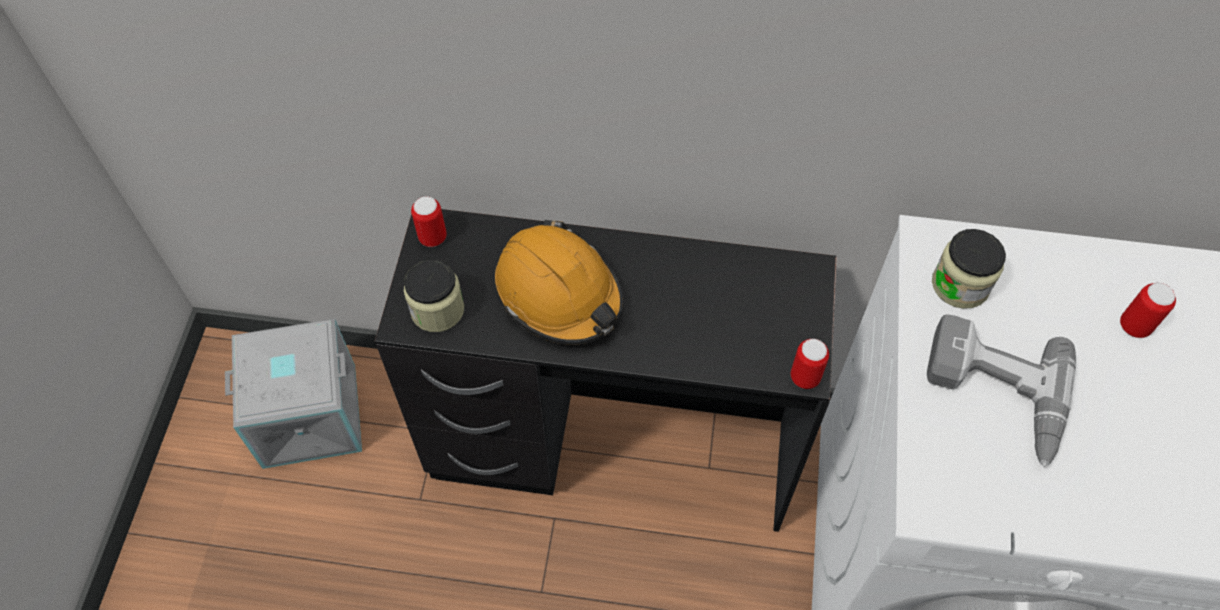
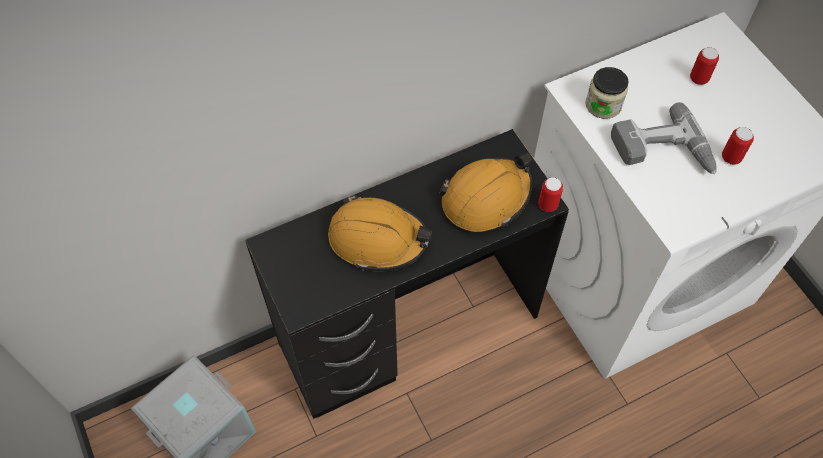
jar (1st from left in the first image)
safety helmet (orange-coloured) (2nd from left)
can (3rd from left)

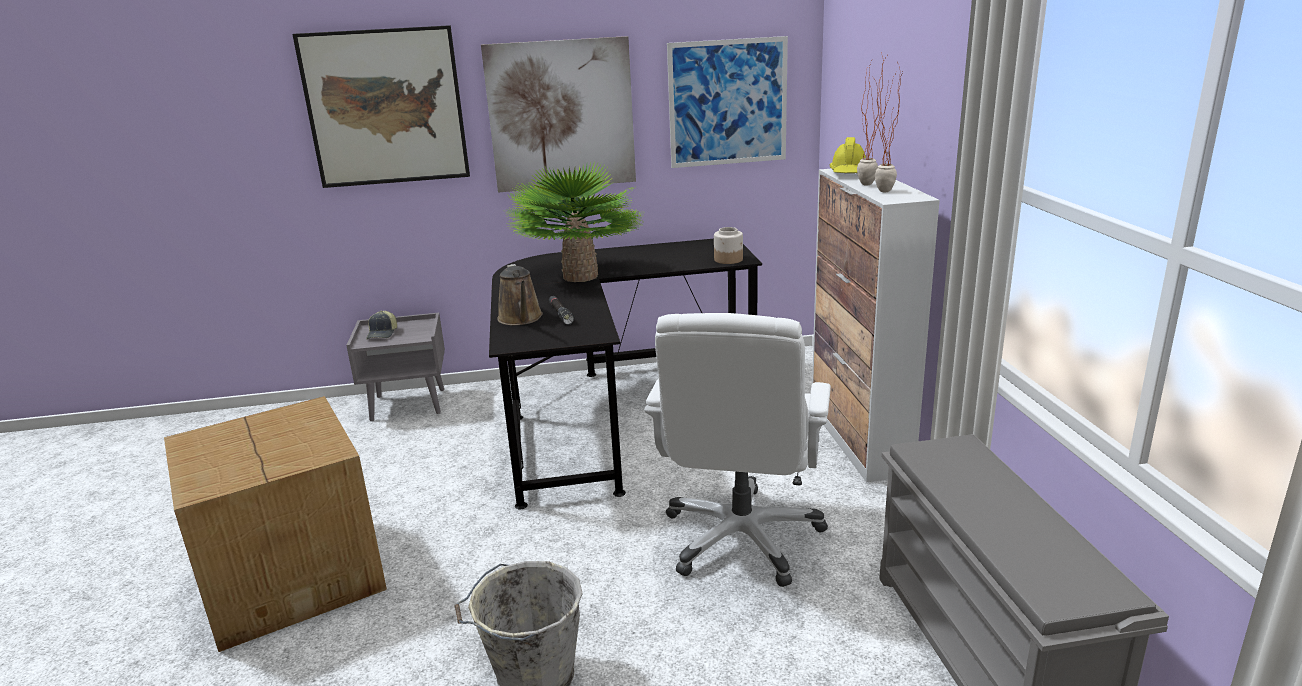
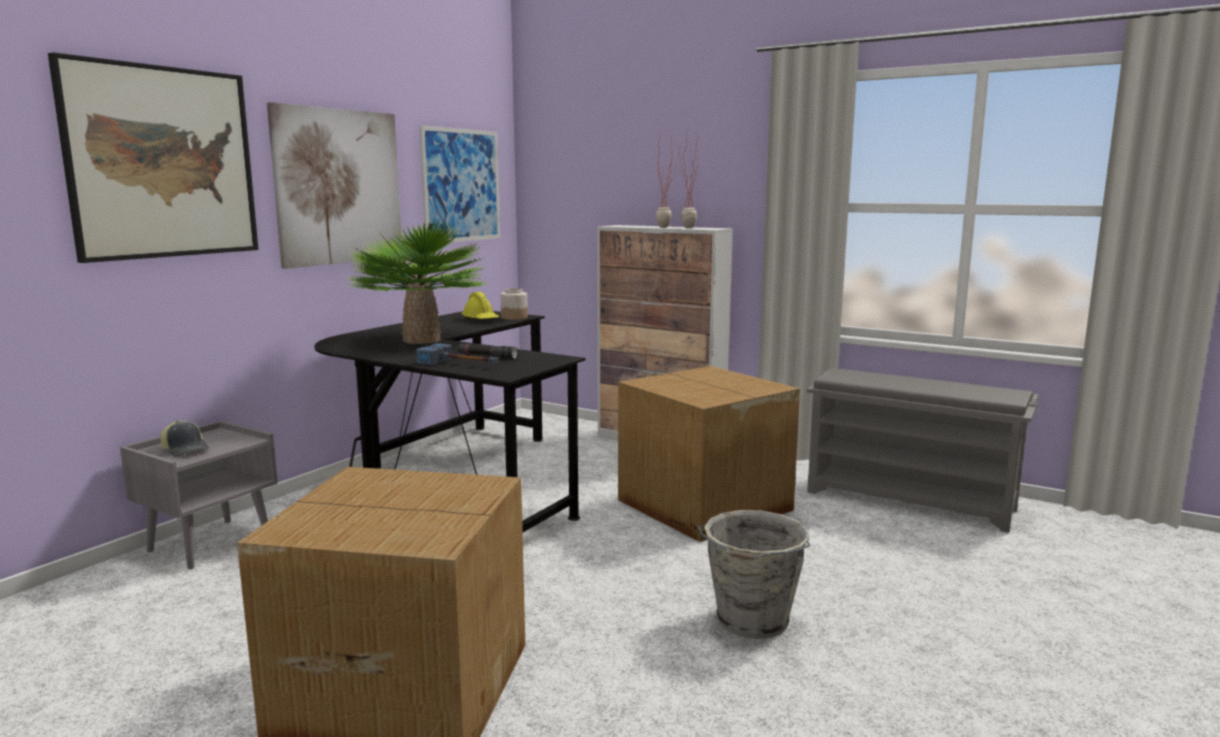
safety helmet (yellowish)
hand hammer
cardboard box (2nd from left)

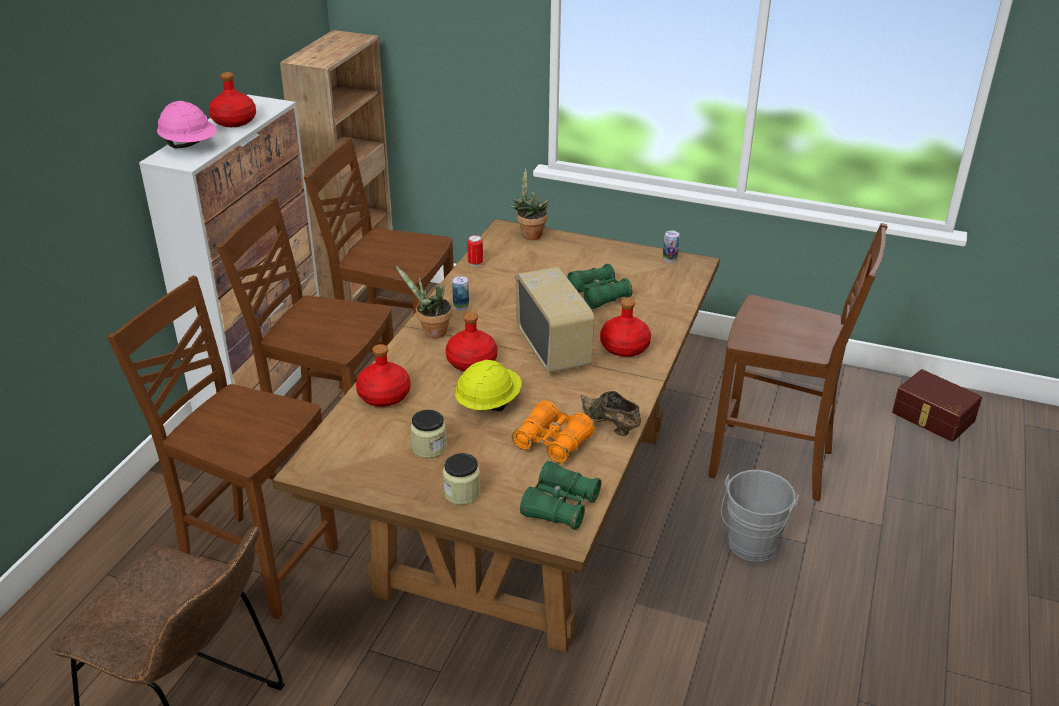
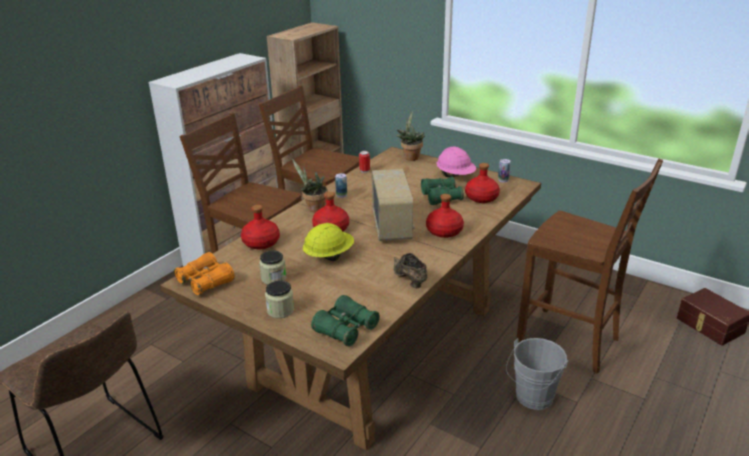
plain chair (brown) (2nd from left in the first image)
safety helmet (pink)
beverage bottle (red-coloured) (4th from left)
pair of binoculars (orange-coloured)

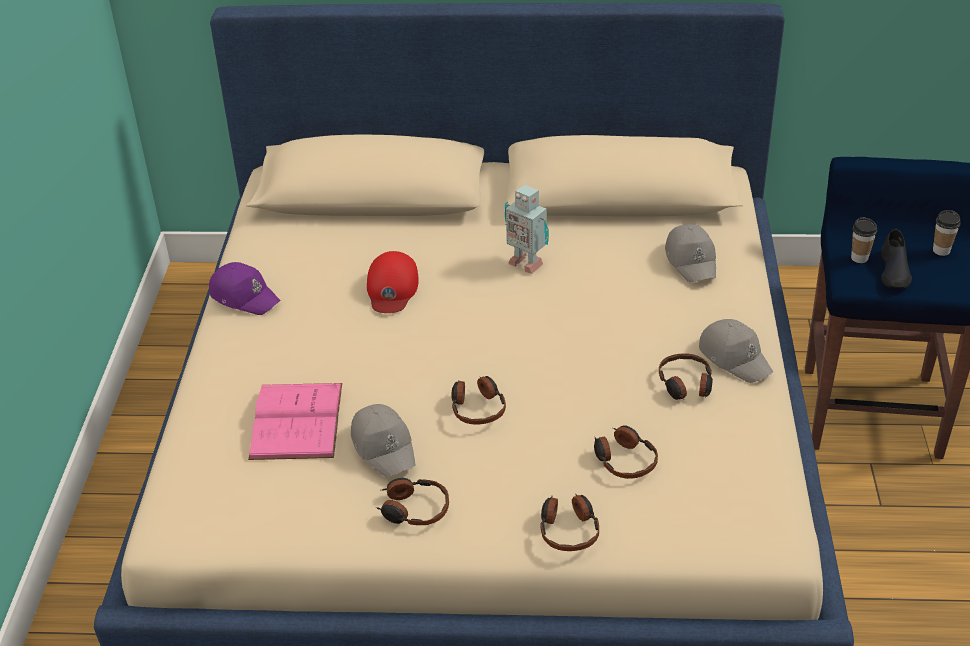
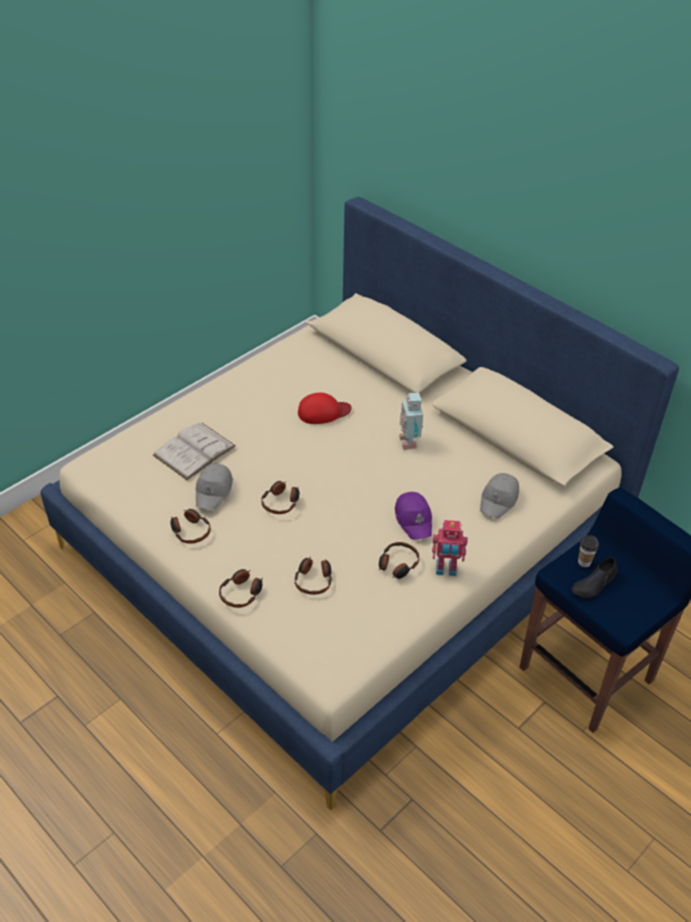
drinking cup (2nd from left in the first image)
cap (purple)
model robot (2nd from left)
bound book (white)
cap (red-coloured)

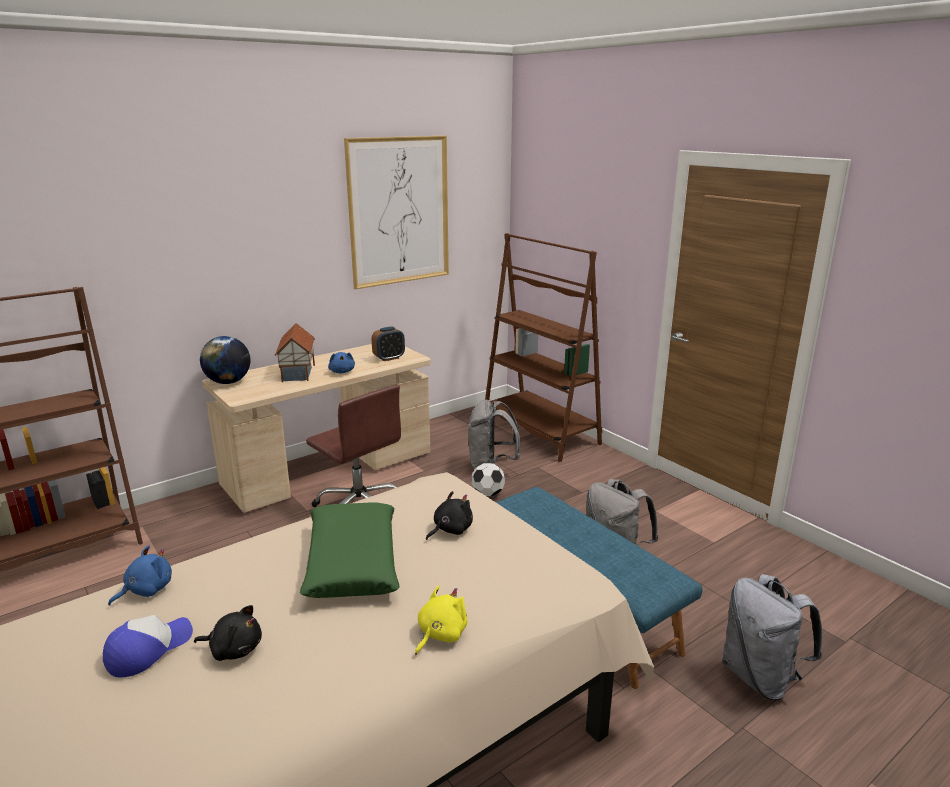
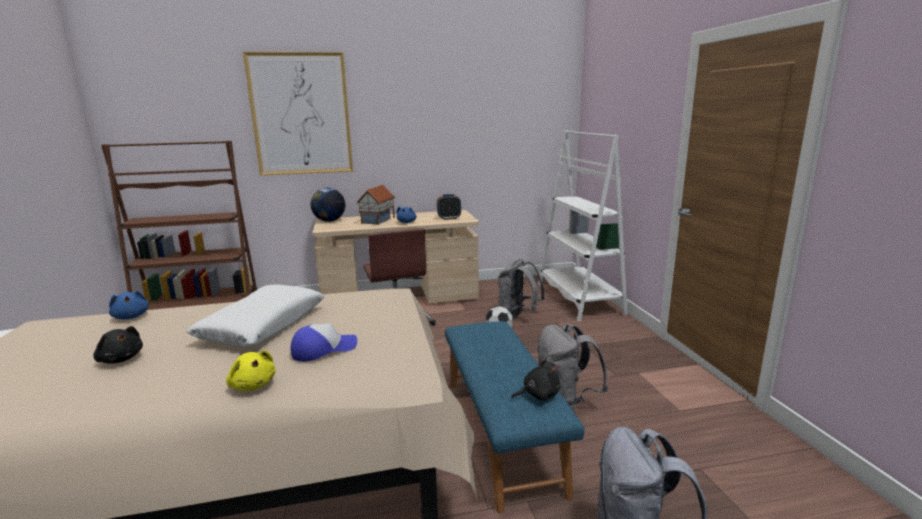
cap
picture
soft toy (blackish) (2nd from left)
cushion (white)
shelving unit (white)
soft toy (blue) (1st from left)
soft toy (yellowish)

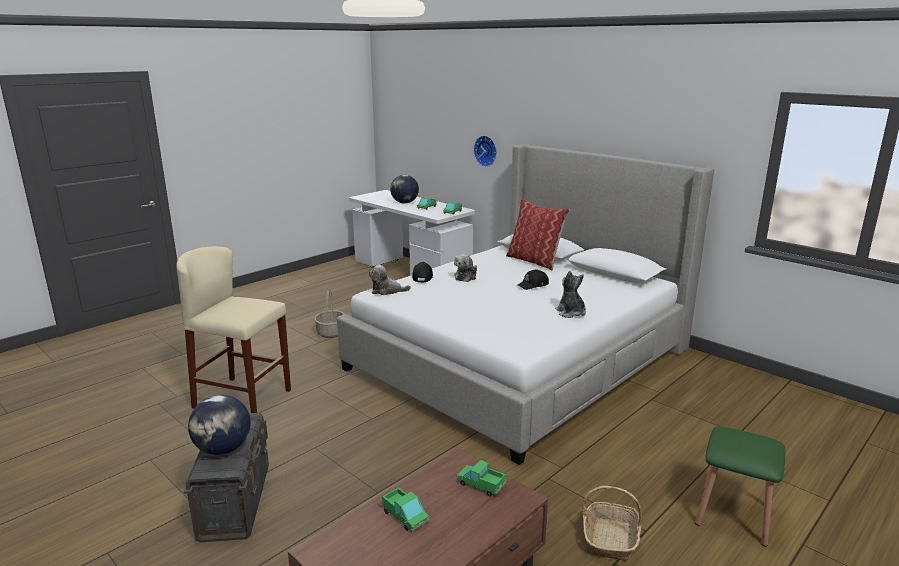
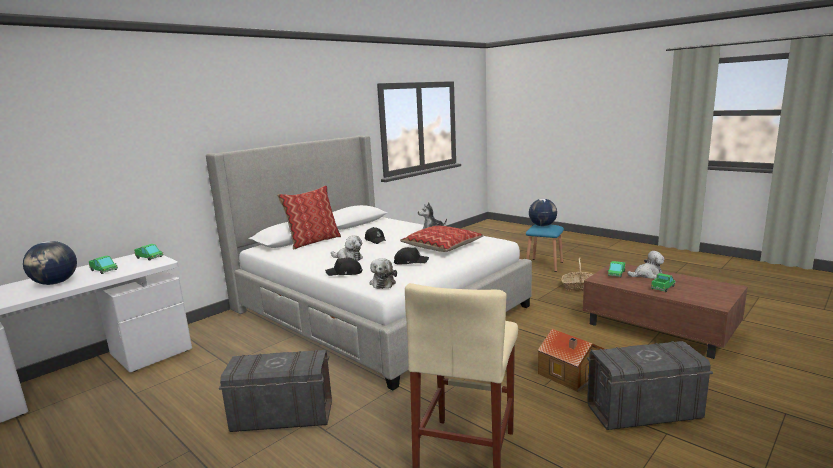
clock on the wall
cap (blackish) (3rd from left)
cushion (2nd from left)
model house
soft toy (4th from left)
world globe (2nd from left)
storage container (gray) (1st from left)
sitting stool (blue)

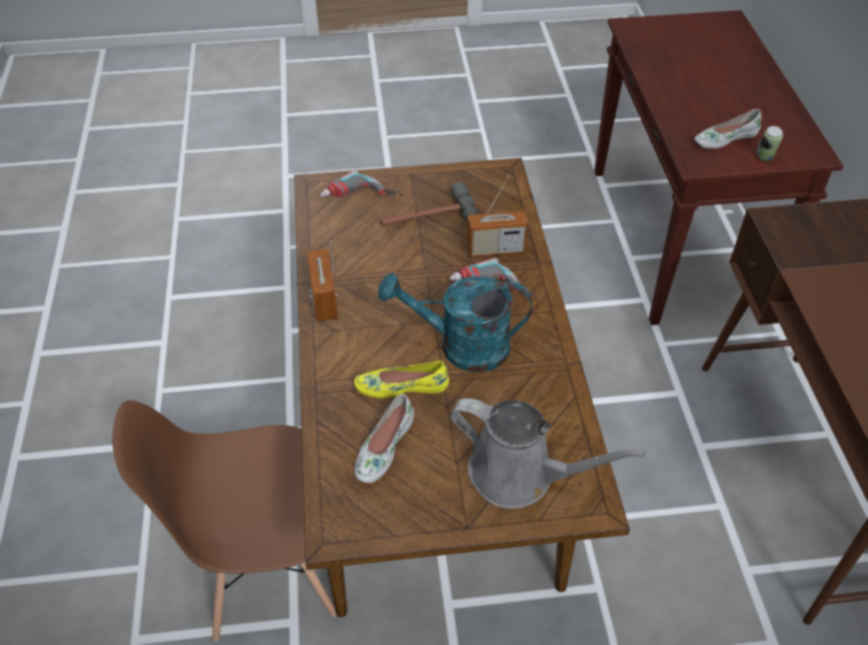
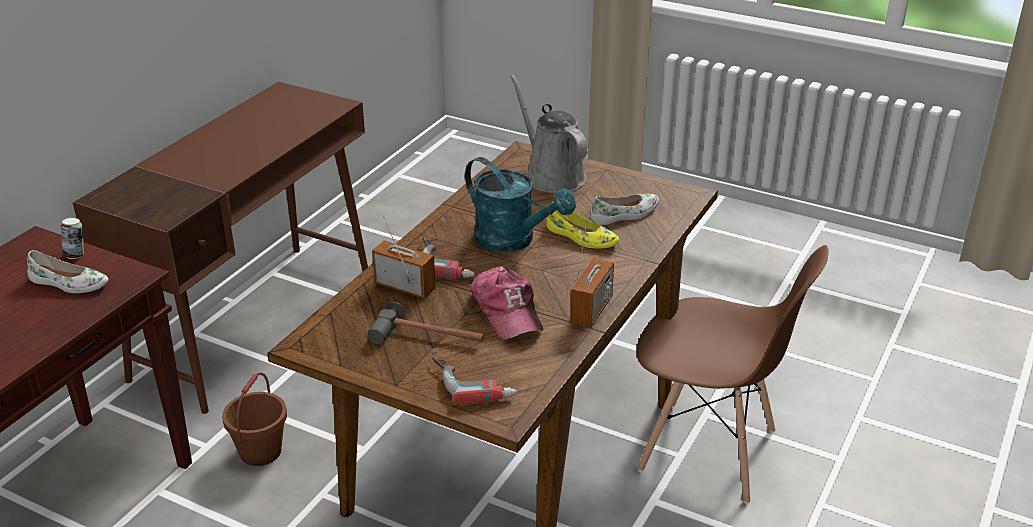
bucket (brown)
cap

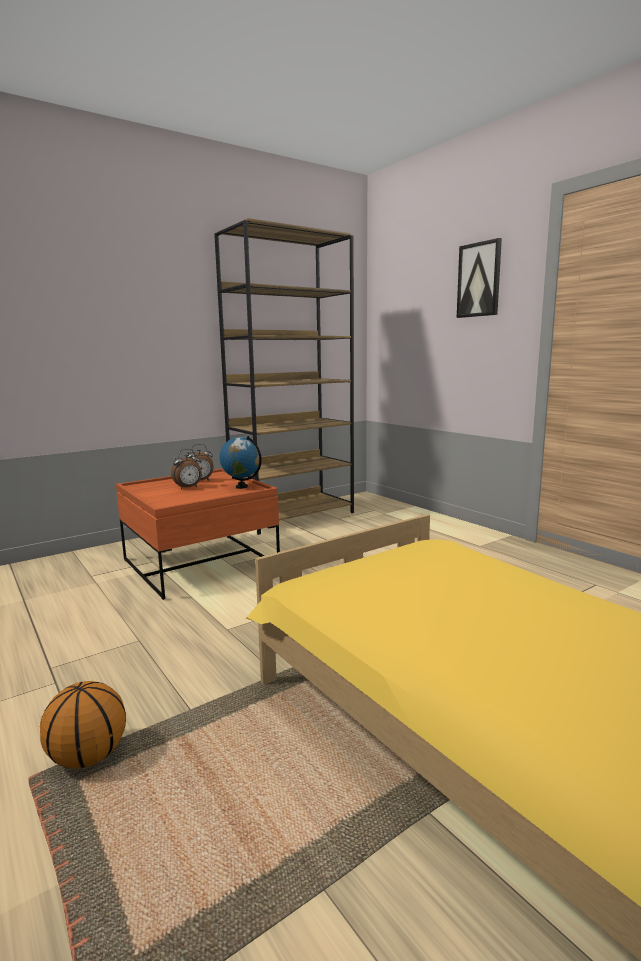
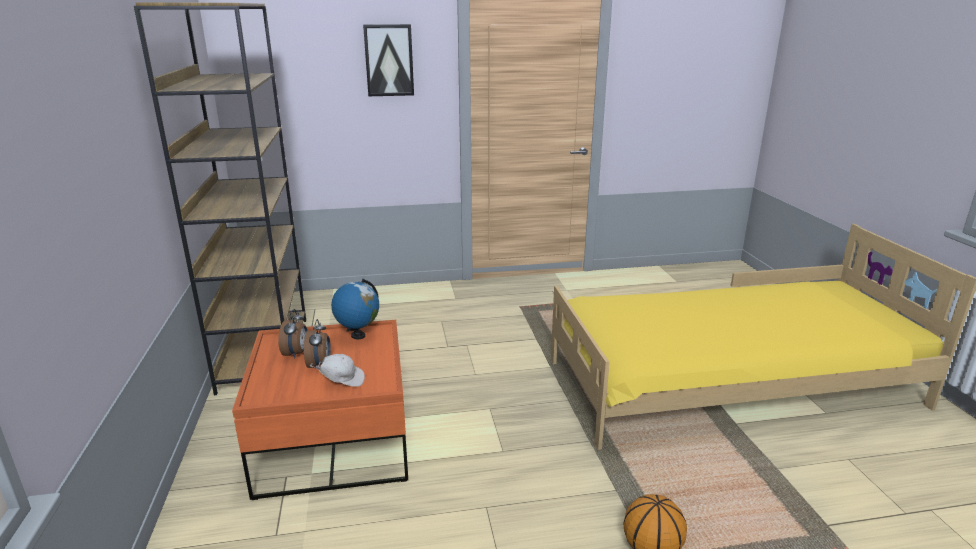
cap (white)

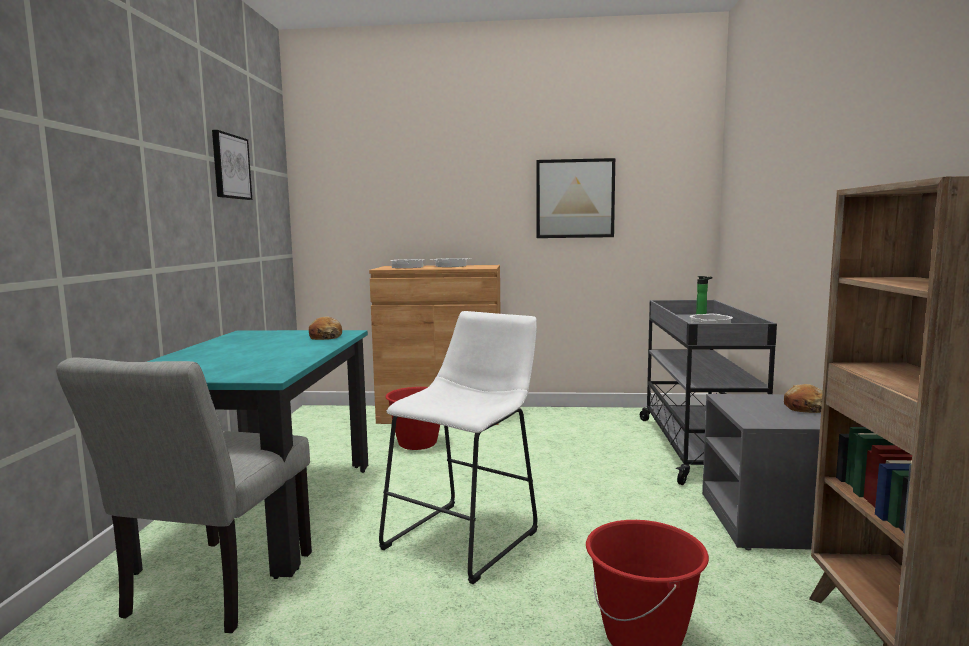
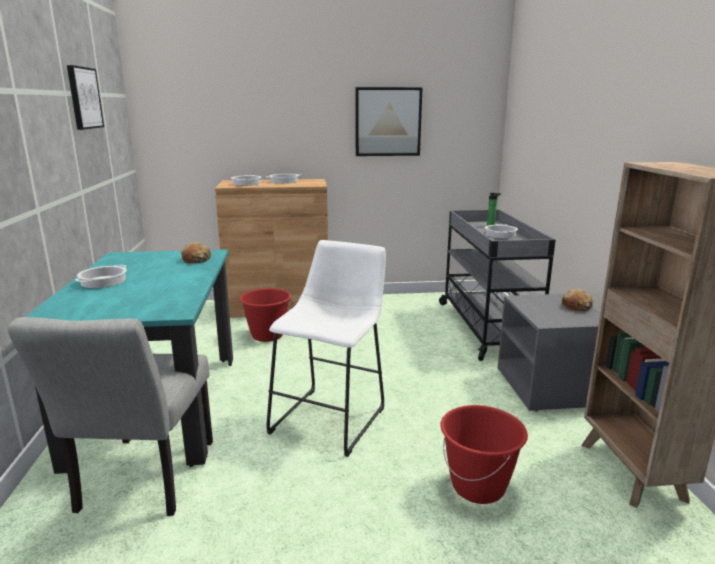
stockpot (1st from left)

